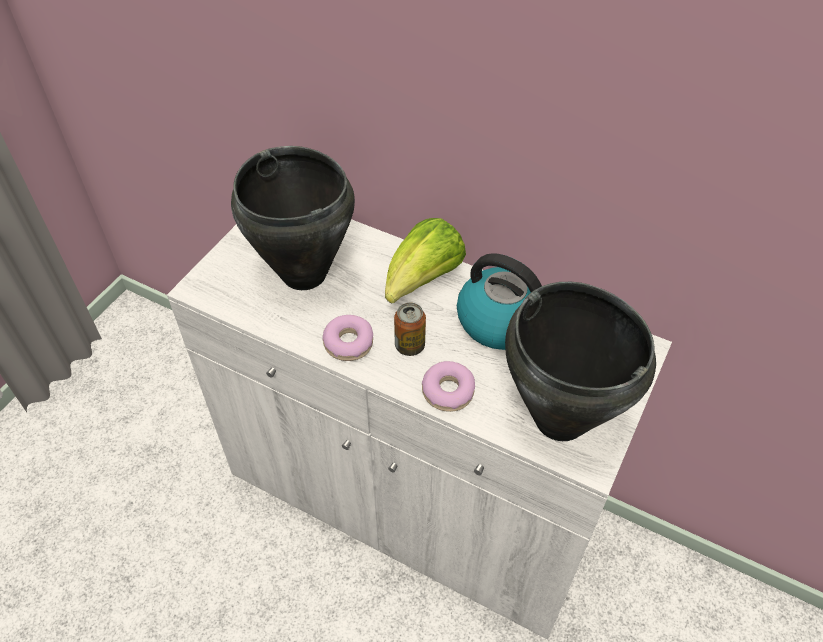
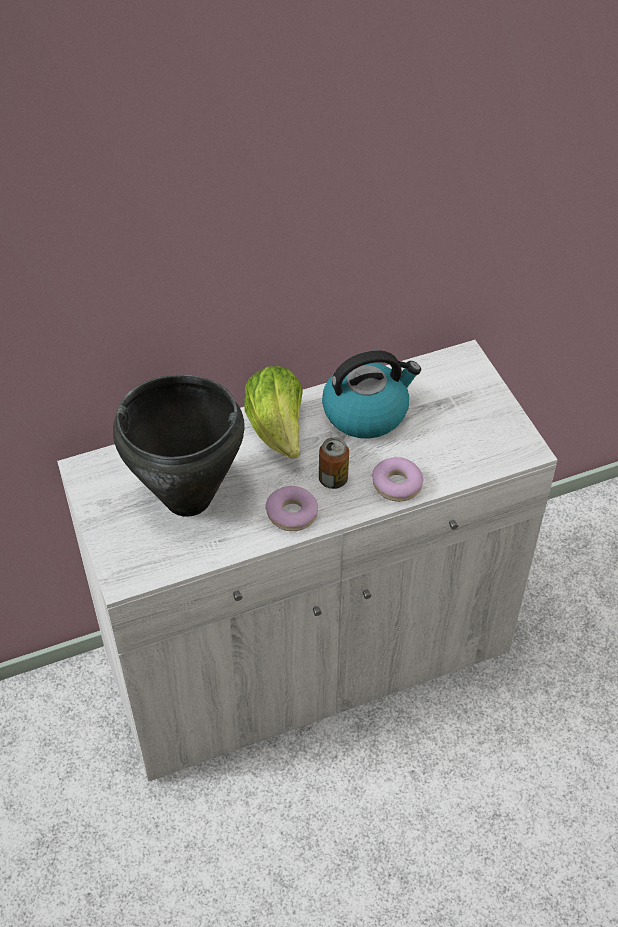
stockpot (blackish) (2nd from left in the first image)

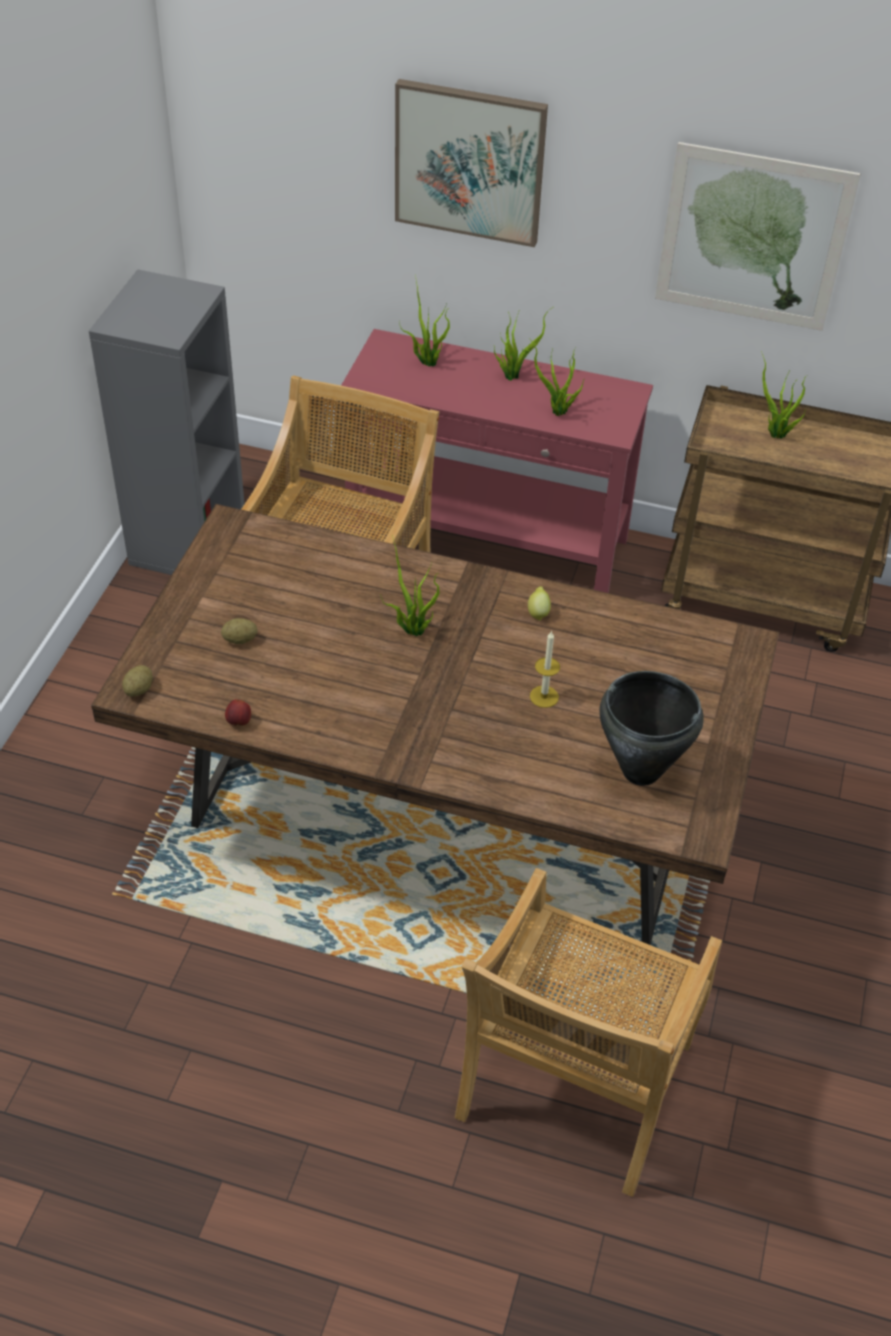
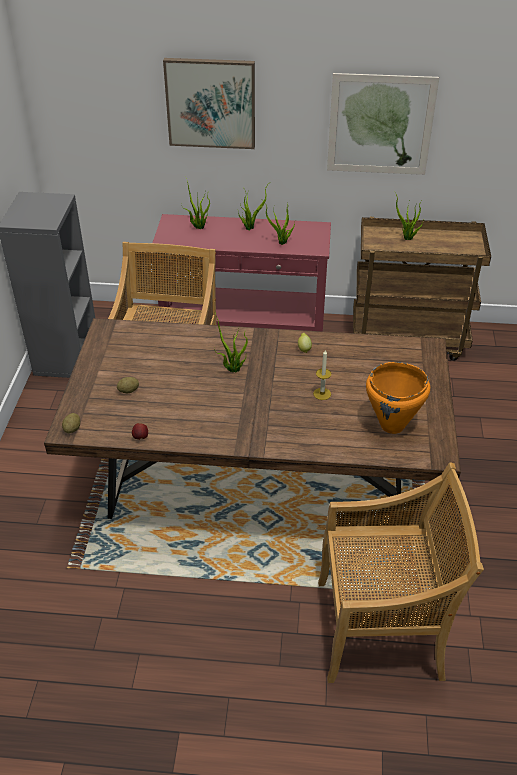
stockpot (orange-coloured)
plain chair (sand-coloured) (2nd from left)

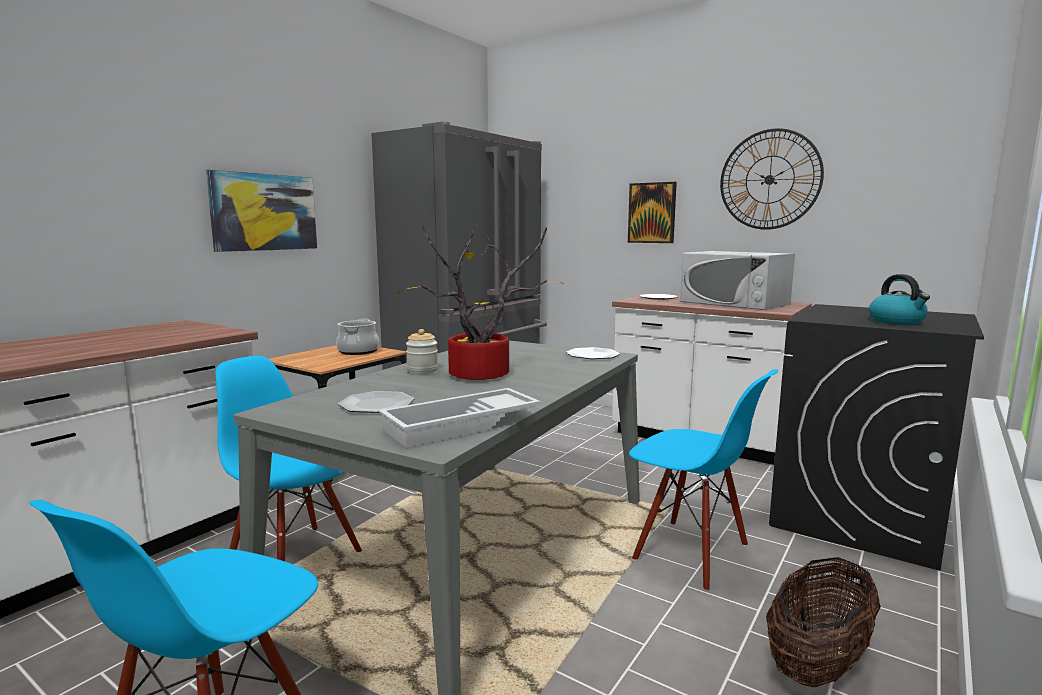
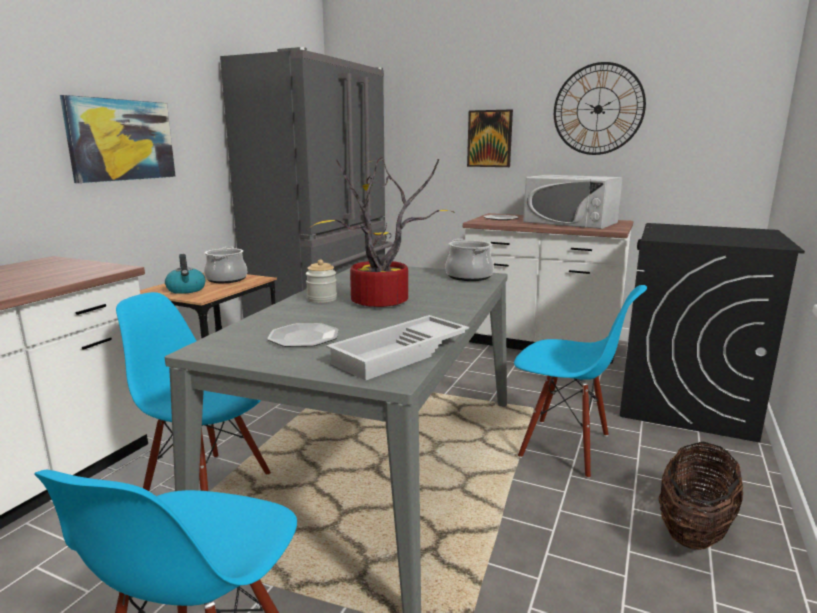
water kettle
stockpot (2nd from left)

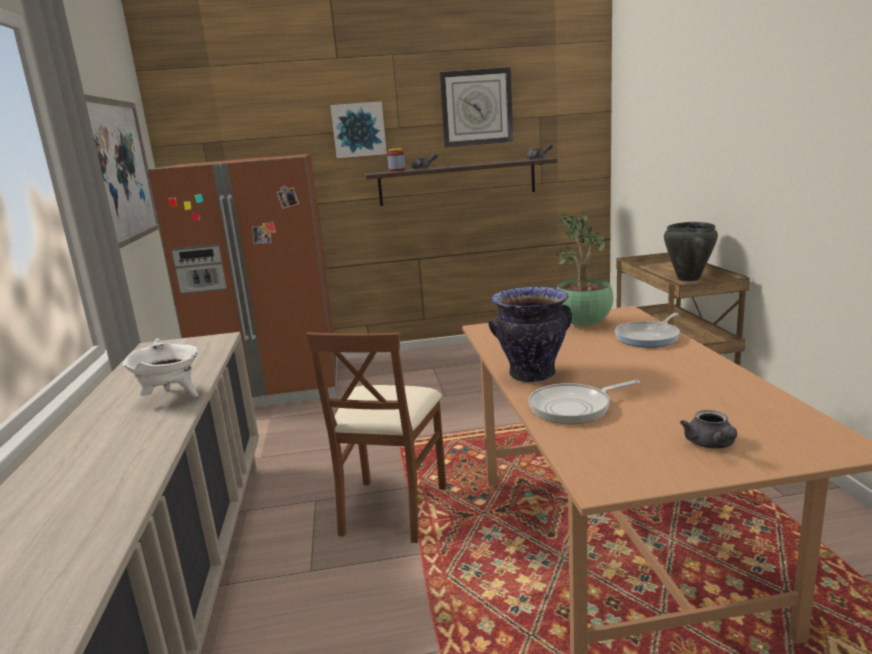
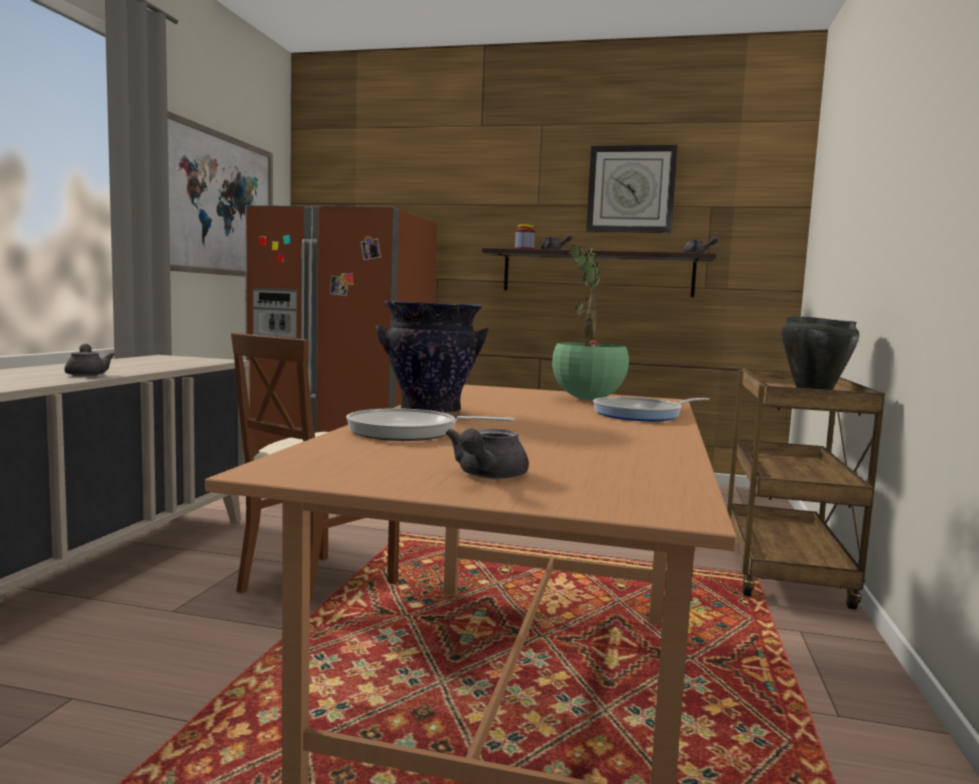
picture (2nd from left in the first image)
pot for tea (gray) (1st from left)

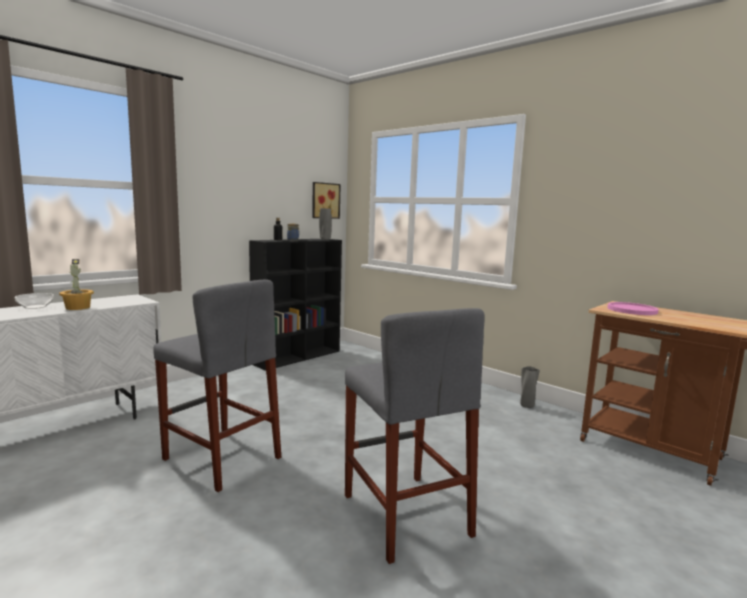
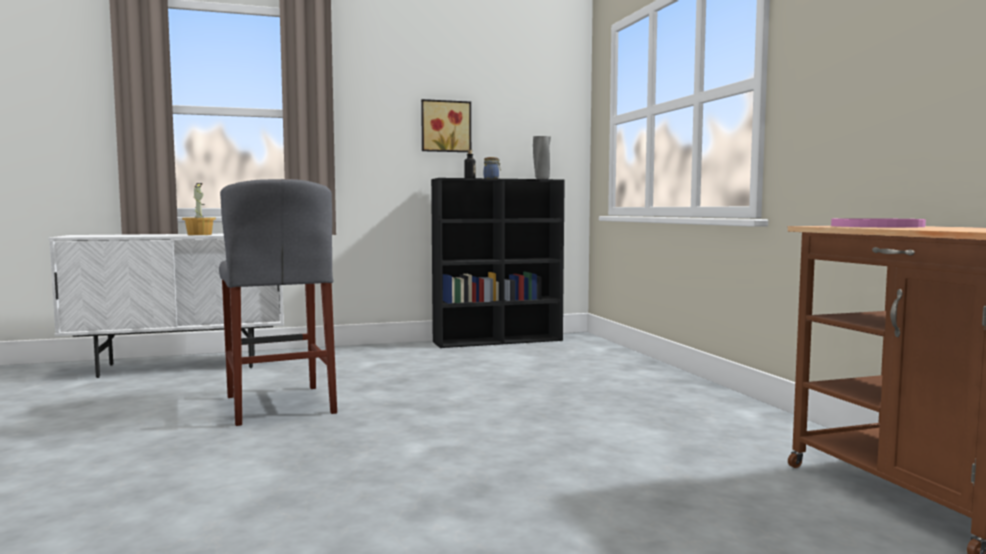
serving bowl
sitting stool (gray) (2nd from left in the first image)
flower vase (gray) (2nd from left in the first image)
picture

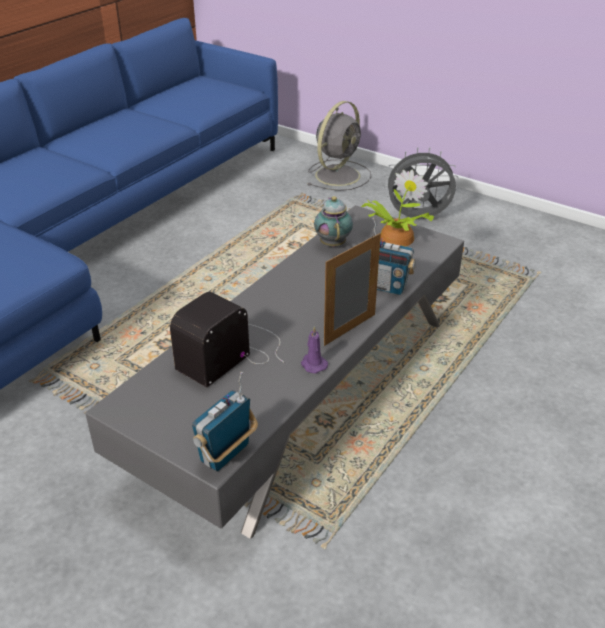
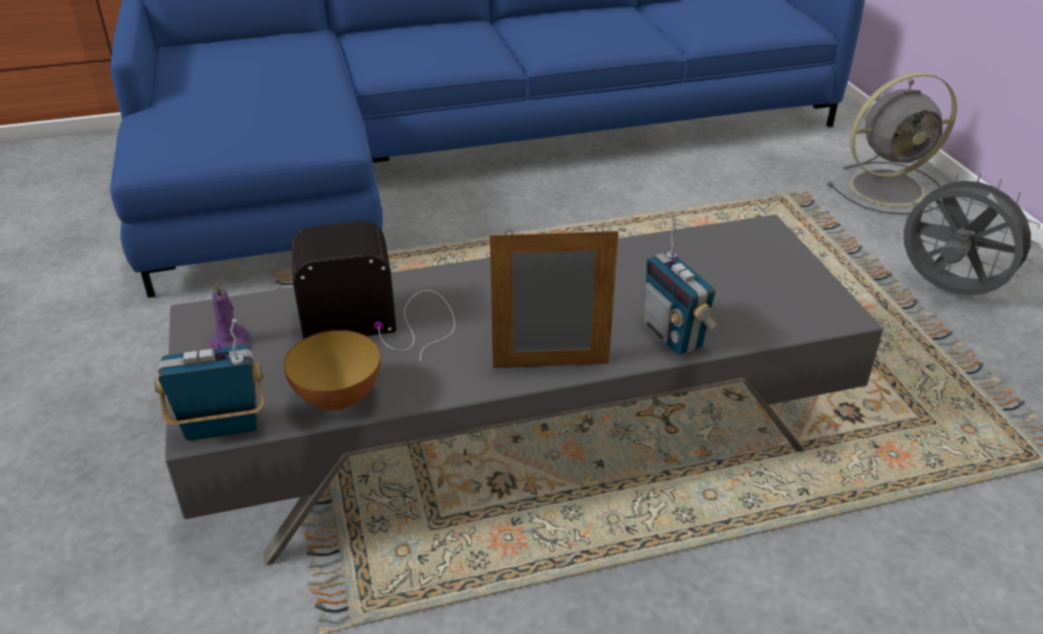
pot for tea
potted plant
serving bowl
wax light (purple)

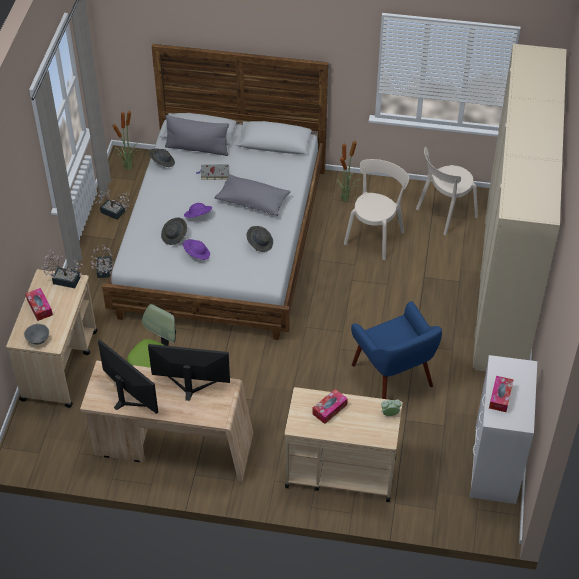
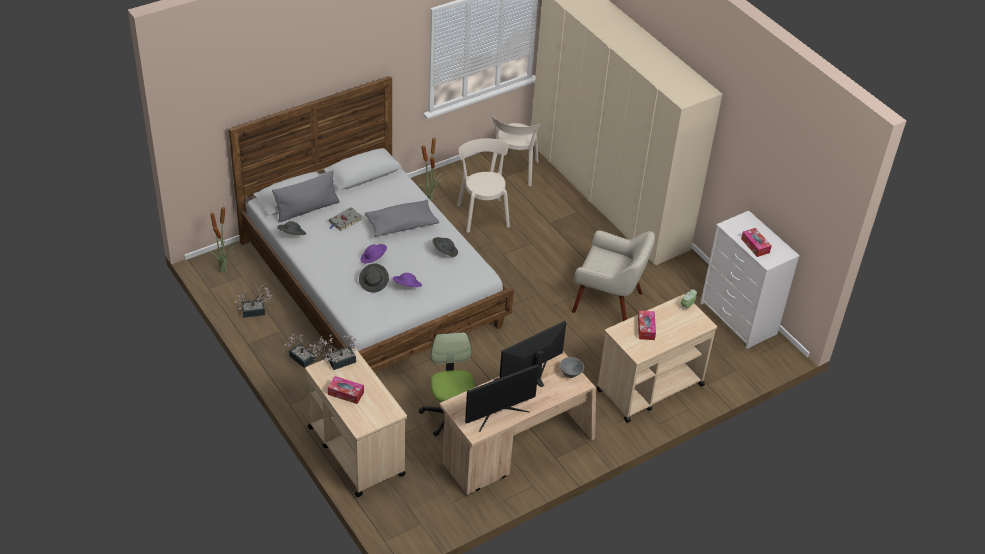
serving bowl (gray)
lounge chair (sand-coloured)
computer screen (1st from left)

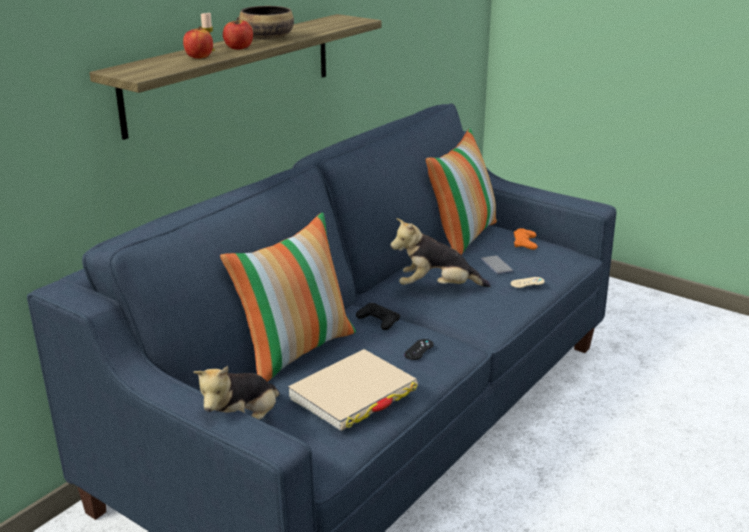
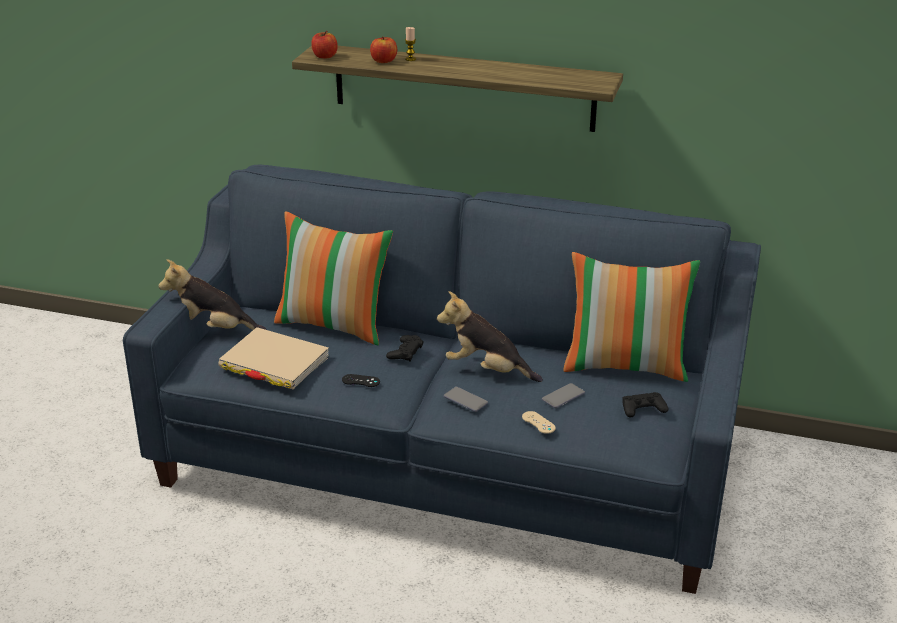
serving bowl
phone (1st from left)
whole apple (1st from left)
game controller (blackish) (3rd from left)
soft toy (2nd from left)

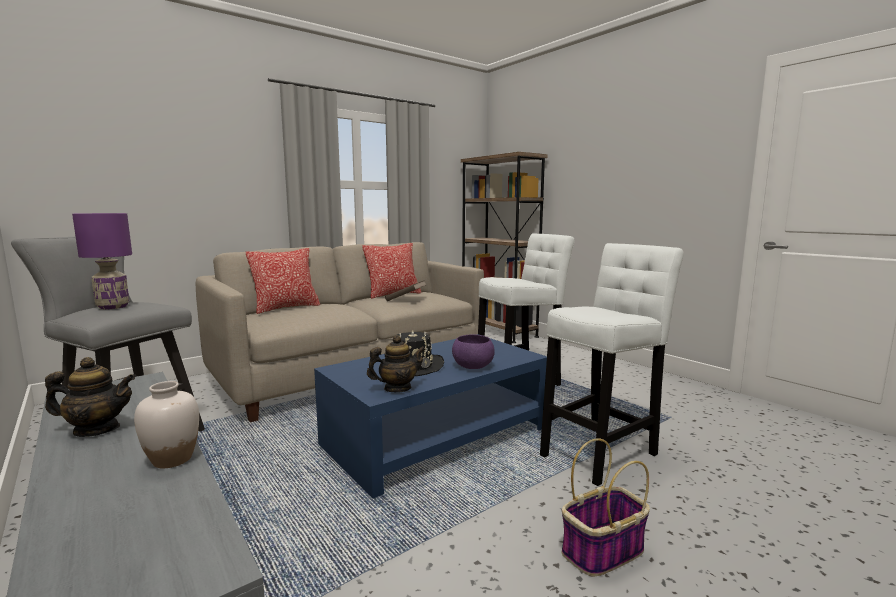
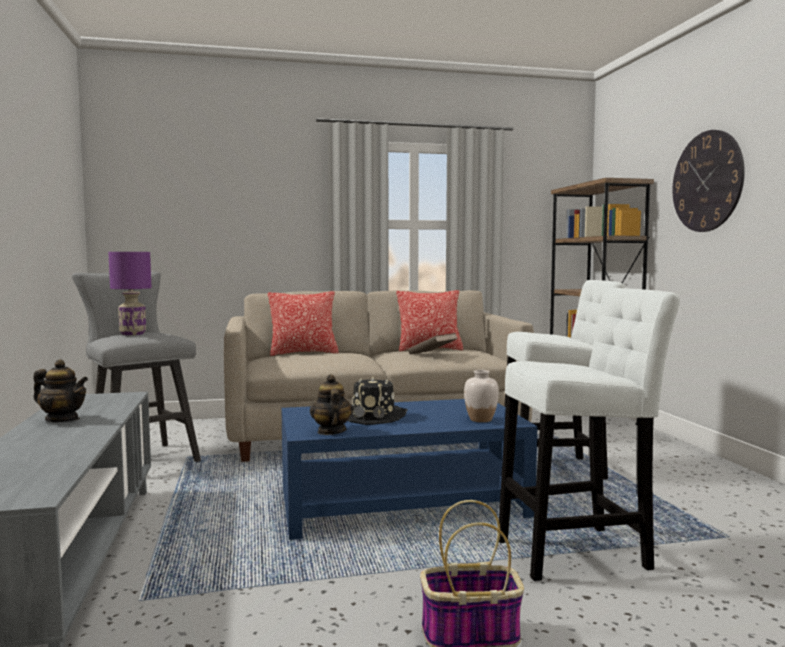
serving bowl (purple)
clock on the wall
flower vase (white)
pot for tea (2nd from left)

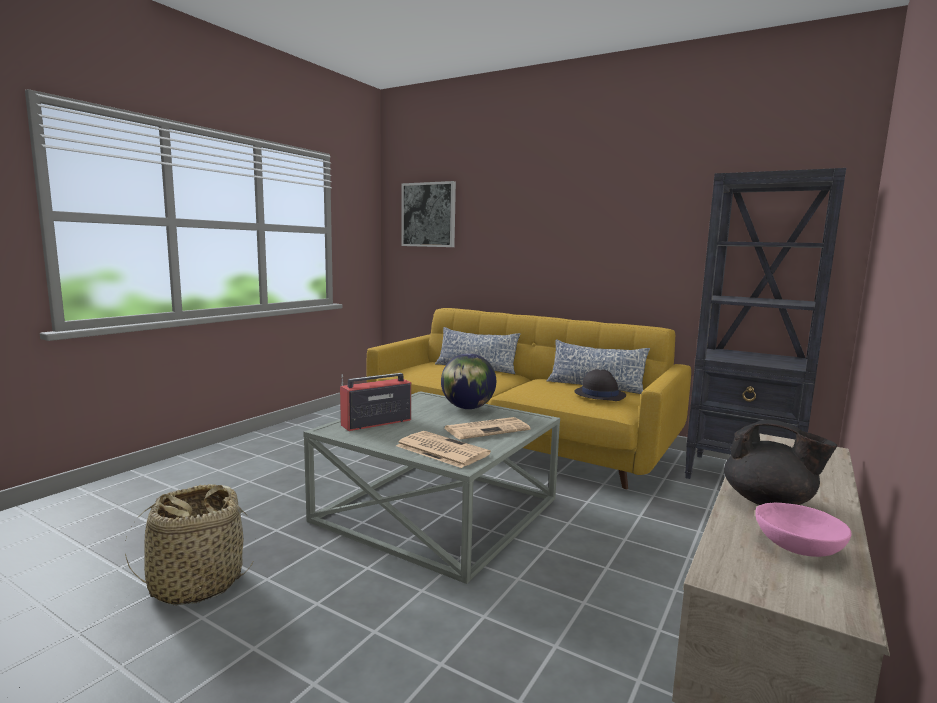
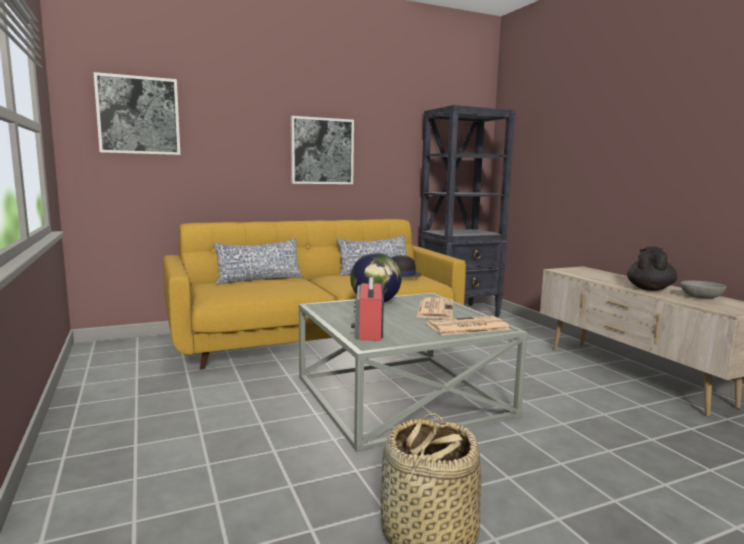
picture (2nd from left)
serving bowl (gray)
pot for tea (blackish)

